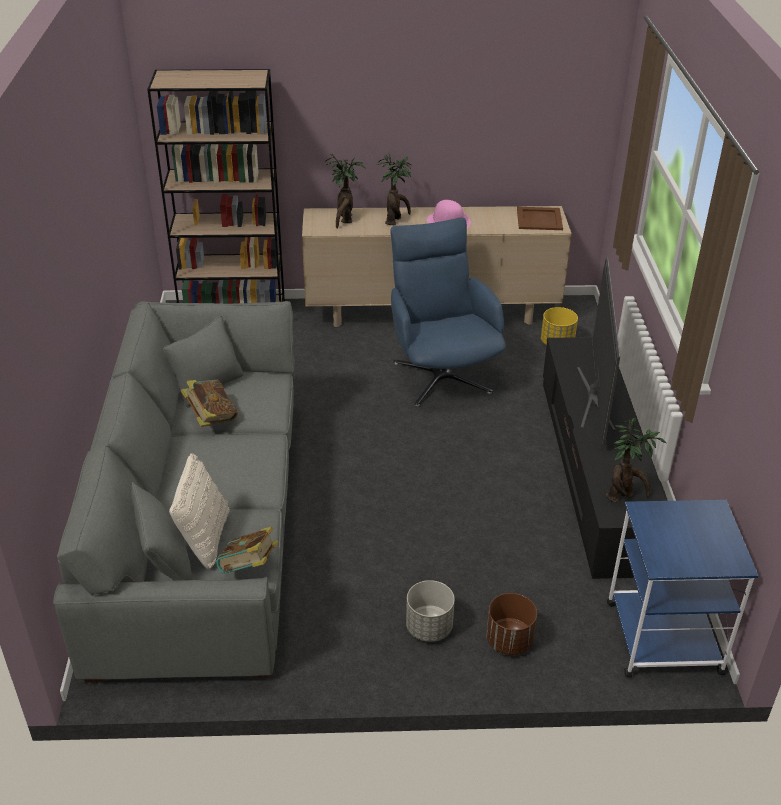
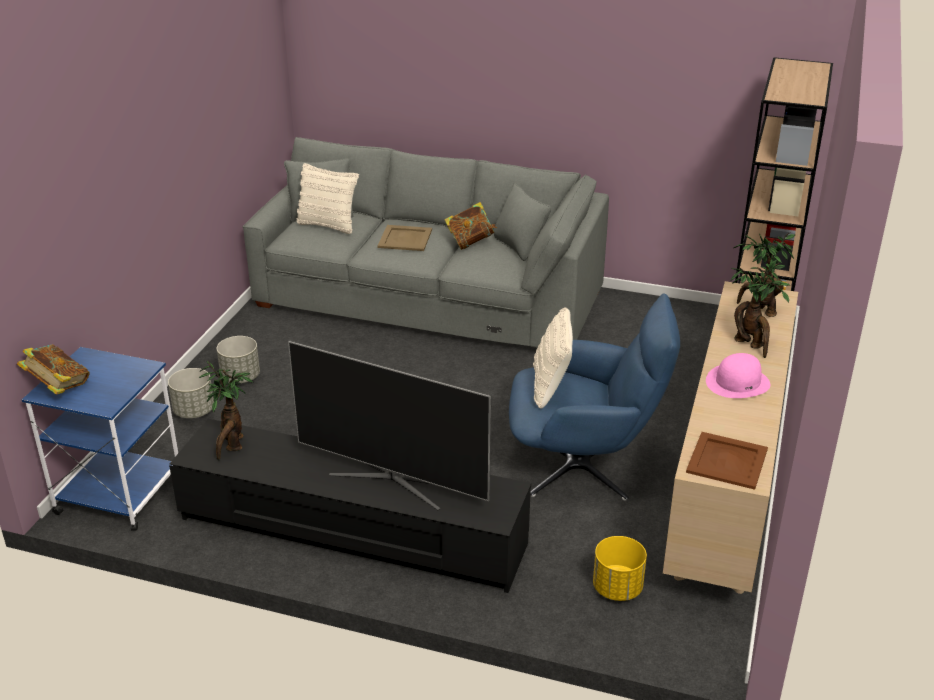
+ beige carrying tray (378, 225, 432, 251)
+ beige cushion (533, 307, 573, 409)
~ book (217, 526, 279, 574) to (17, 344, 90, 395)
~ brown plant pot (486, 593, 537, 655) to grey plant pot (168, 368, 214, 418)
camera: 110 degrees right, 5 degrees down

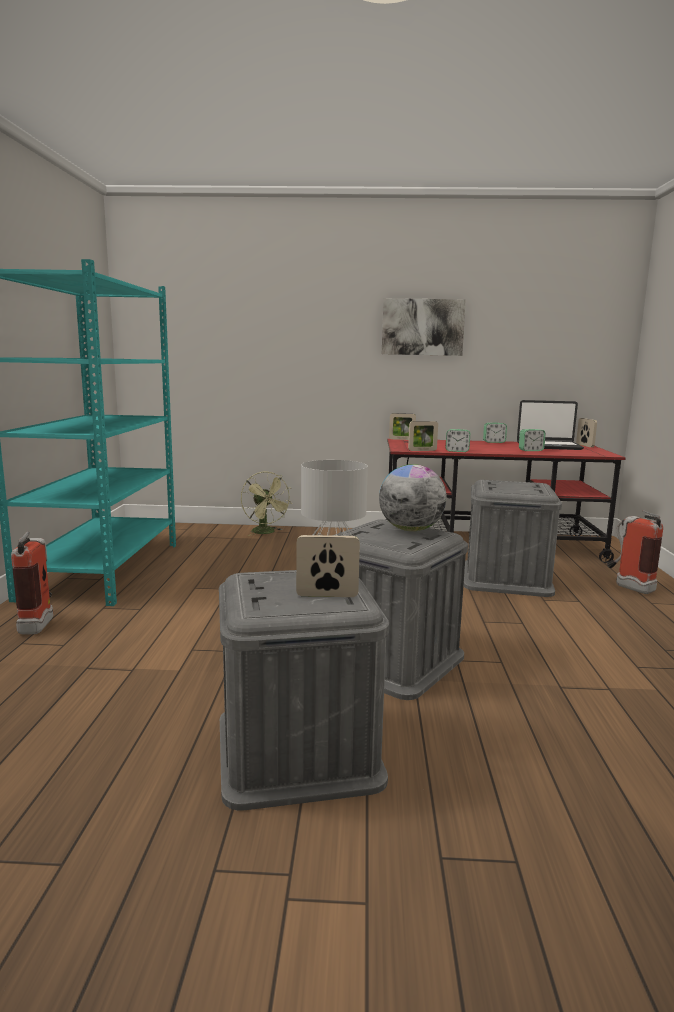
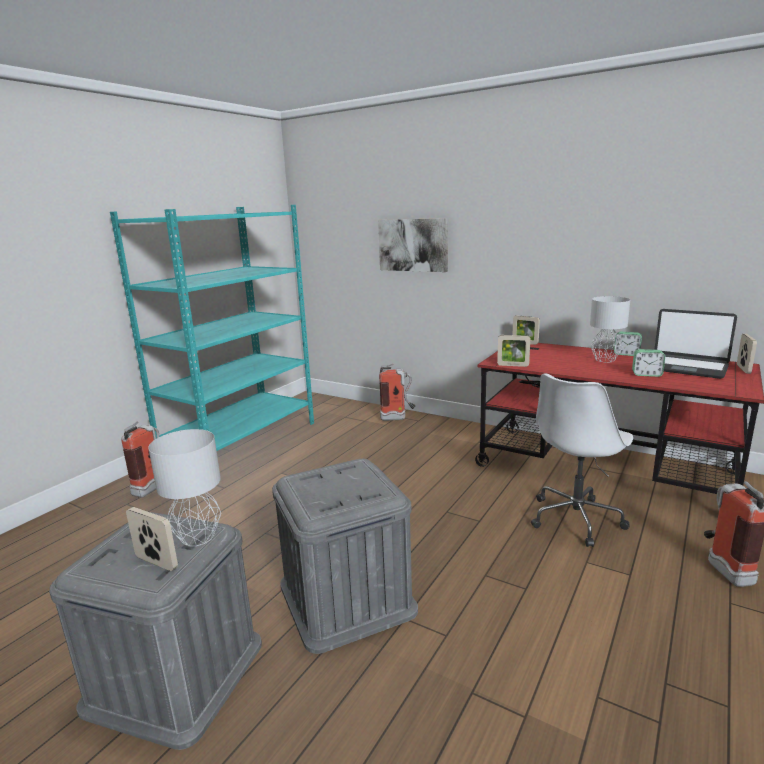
- globe (379, 464, 447, 531)
- alarm clock (445, 429, 470, 452)
+ grey table lamp (590, 296, 630, 362)
~ picture (382, 298, 466, 356) to (378, 218, 448, 272)
~ green-coloured fan (241, 471, 292, 536) to fire extinguisher (379, 364, 416, 421)
~ grey storage box (464, 480, 562, 597) to white desk chair (531, 373, 633, 547)
camera: 30 degrees right, 5 degrees up

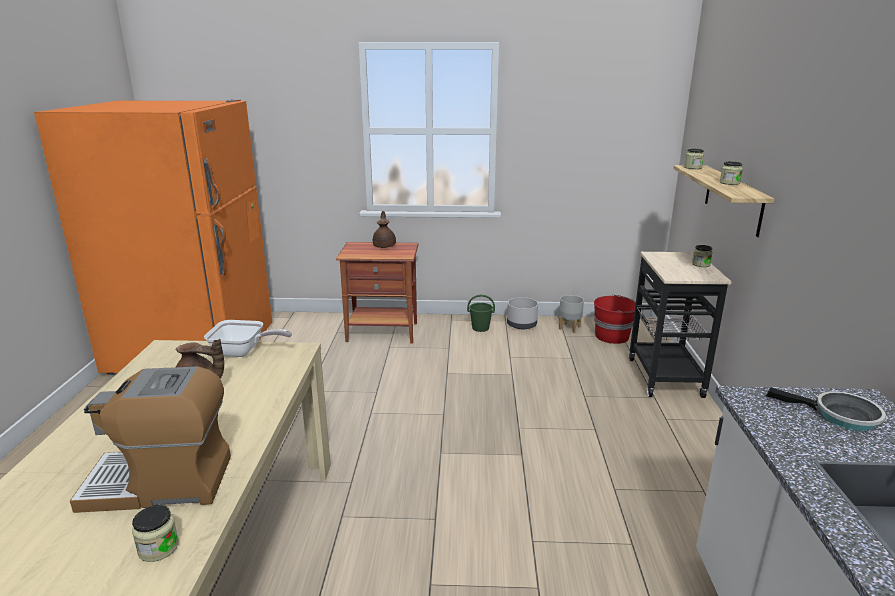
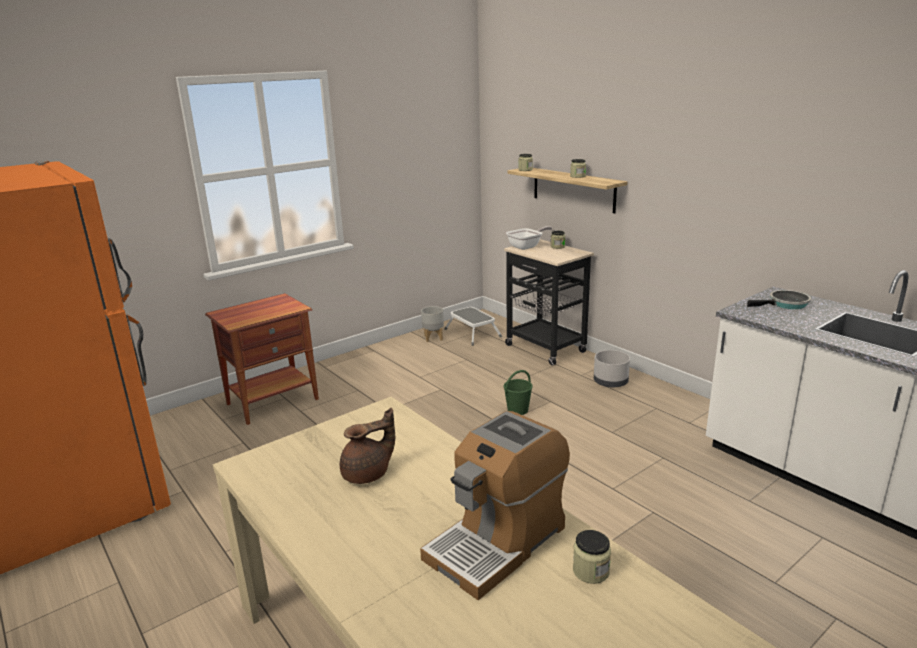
- brown tea pot (373, 211, 396, 248)
~ frying pan (204, 320, 292, 357) to (506, 226, 552, 250)
~ green-coloured pail (467, 295, 495, 332) to (504, 370, 533, 415)
~ grey plant pot (507, 297, 538, 329) to (594, 350, 630, 387)
~ reddish pail (594, 294, 636, 344) to grey step stool (444, 307, 502, 346)
camera: 40 degrees left, 0 degrees up

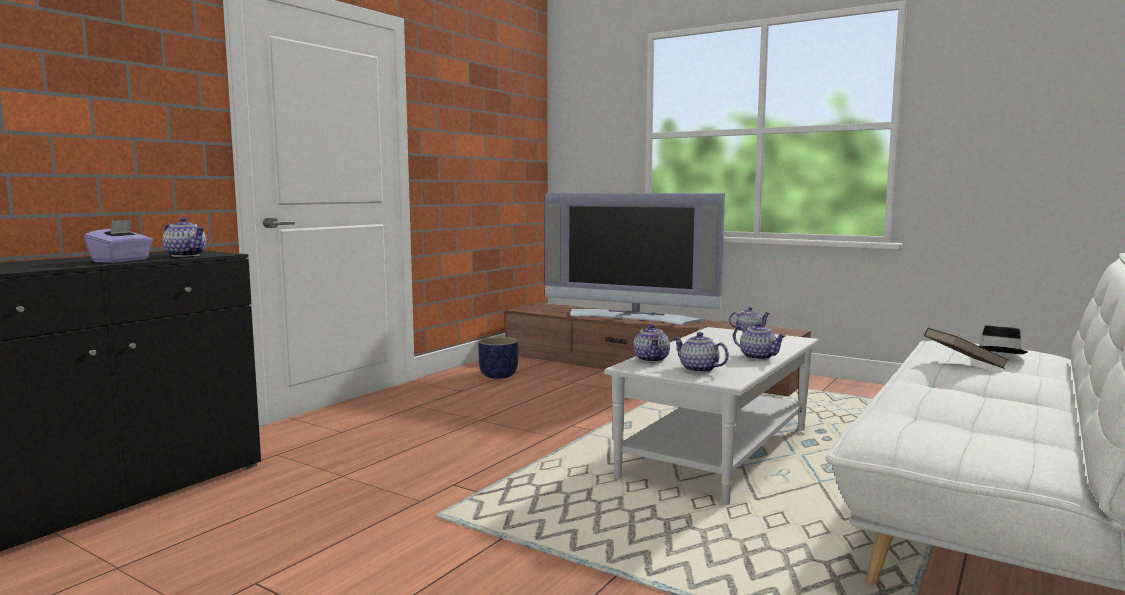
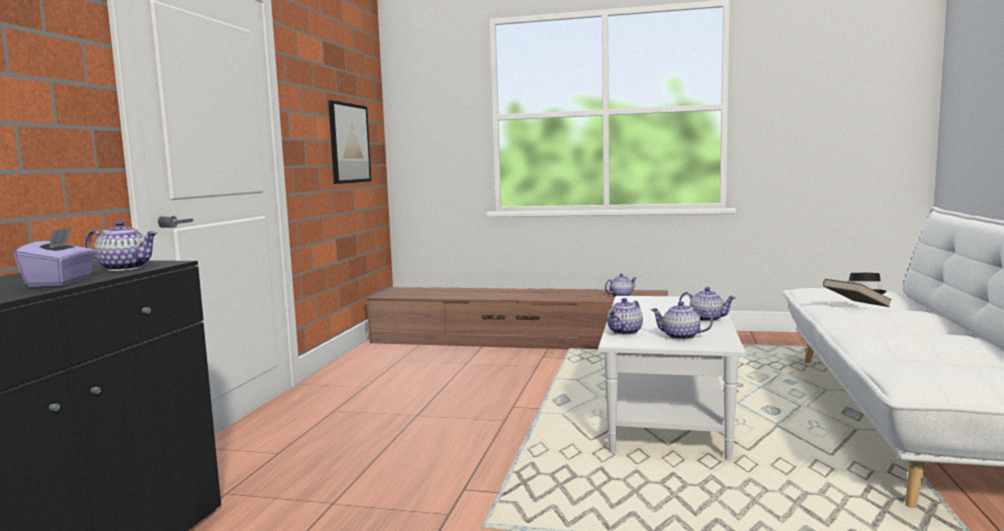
- plant pot (478, 337, 518, 379)
- television (545, 193, 725, 325)
+ picture (328, 100, 371, 184)
~ tea pot (633, 324, 670, 362) = (607, 298, 643, 335) 60 degrees clockwise
camera: 20 degrees left, 0 degrees up

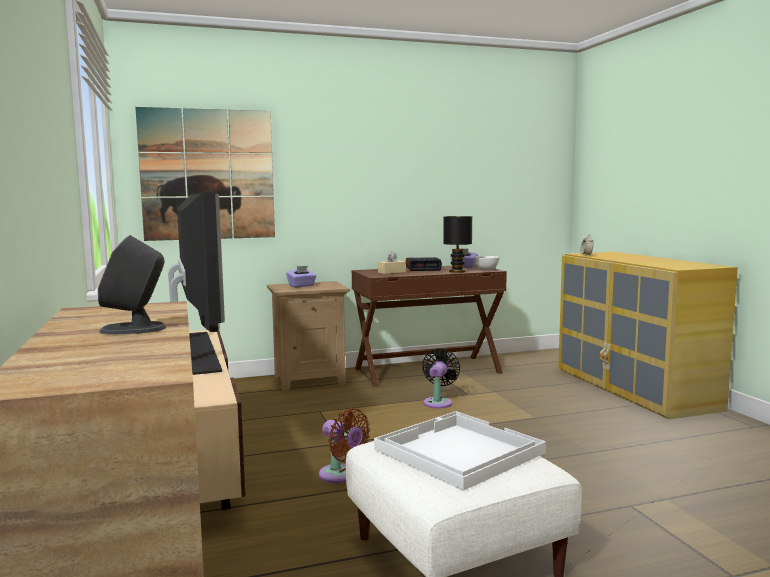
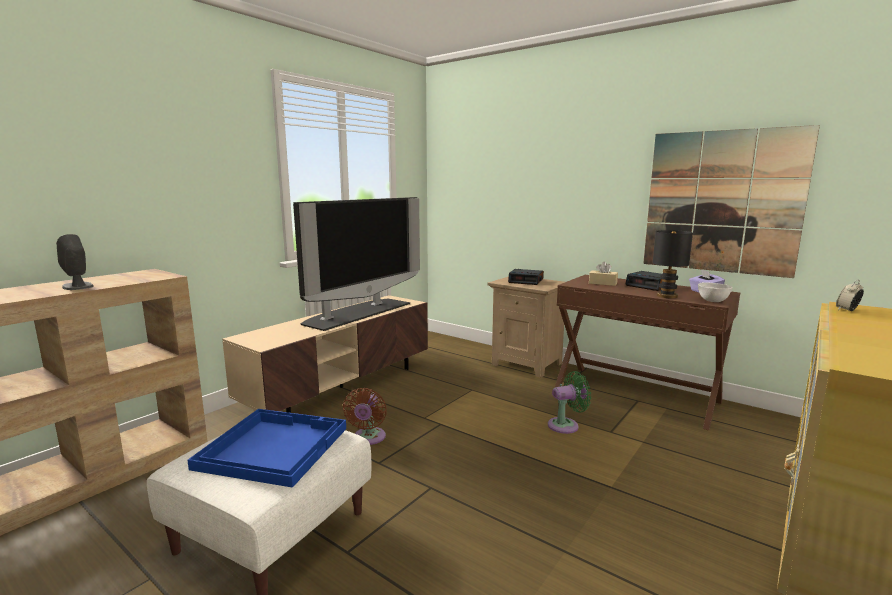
~ picture (135, 107, 275, 241) to (643, 125, 820, 278)
~ purple-coloured tissue holder (286, 266, 316, 287) to alarm clock (508, 269, 544, 285)
~ white carrying tray (374, 411, 546, 491) to bluish carrying tray (187, 409, 346, 488)
~ black fan (422, 348, 460, 408) to green-coloured fan (548, 371, 591, 434)
camera: 55 degrees right, 5 degrees up

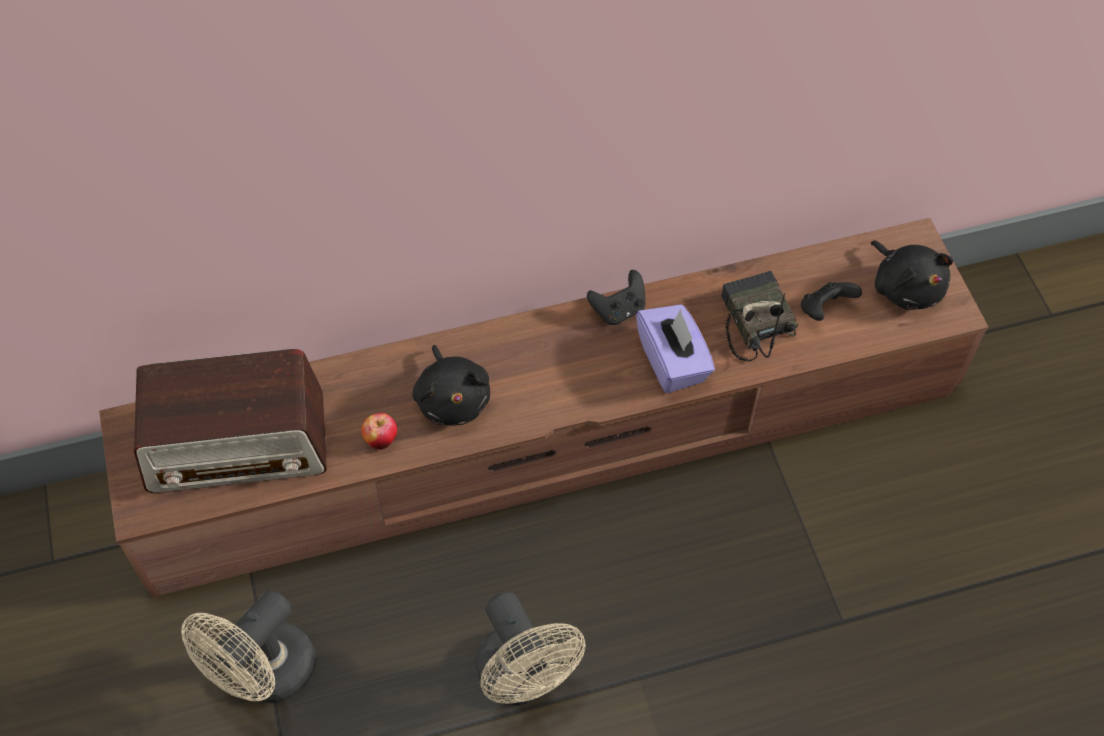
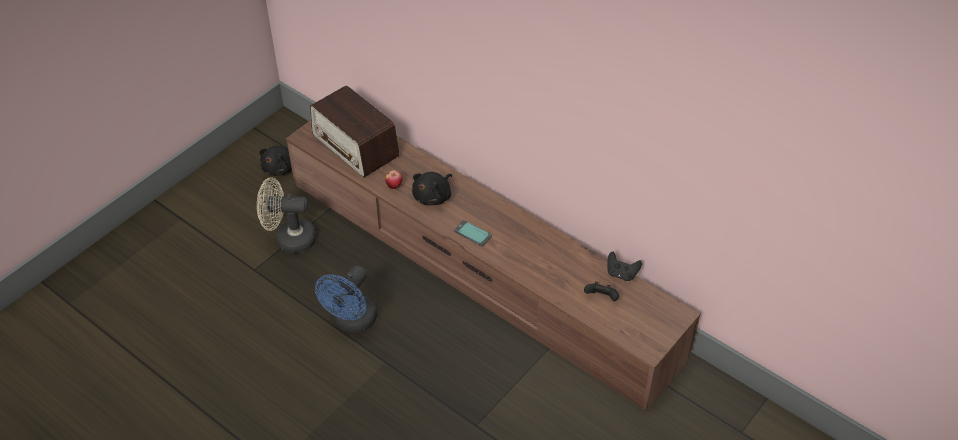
- purple-coloured tissue holder (636, 304, 715, 393)
- radio set (721, 271, 798, 362)
+ phone (454, 220, 492, 246)
~ black gamepad (587, 270, 646, 325) to (607, 252, 642, 281)
~ black plush toy (871, 240, 953, 310) to (259, 146, 292, 176)
~ beige fan (475, 592, 586, 706) to bluish fan (315, 266, 377, 333)
camera: 55 degrees right, 10 degrees down

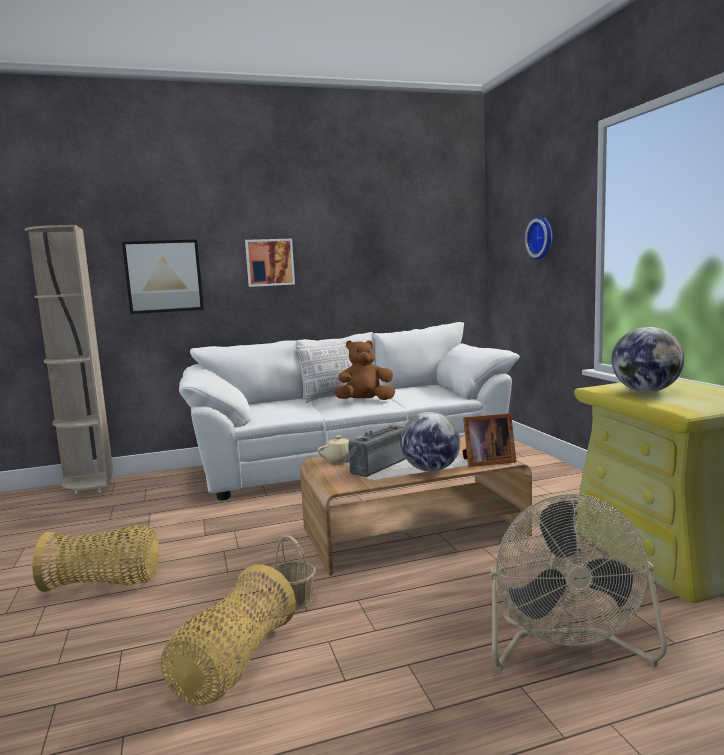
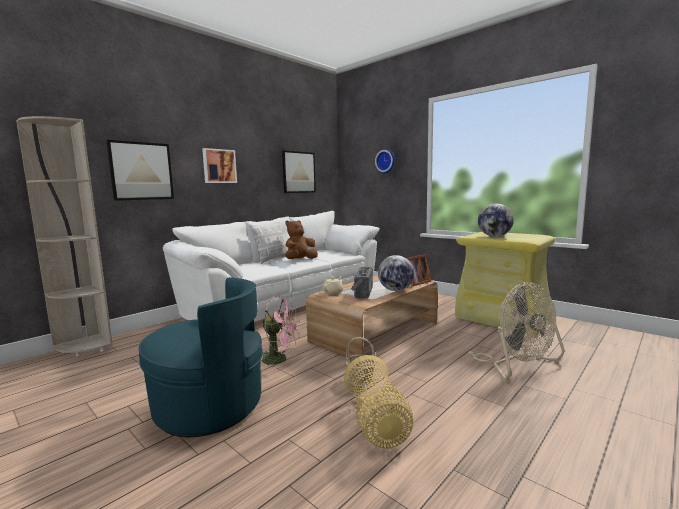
+ pinkish fan (262, 296, 300, 370)
+ picture (282, 150, 316, 193)
~ basket (32, 526, 159, 592) to blue-green armchair (139, 277, 263, 437)
camera: 30 degrees left, 0 degrees up

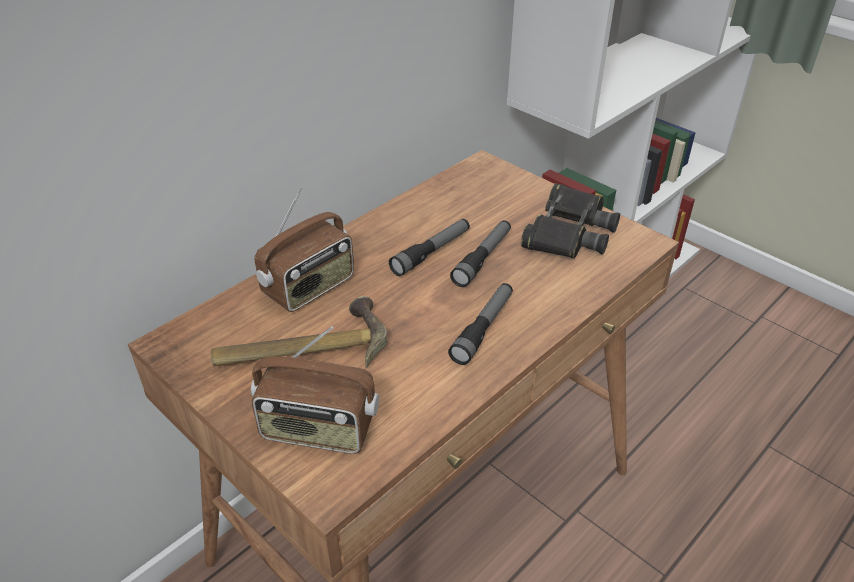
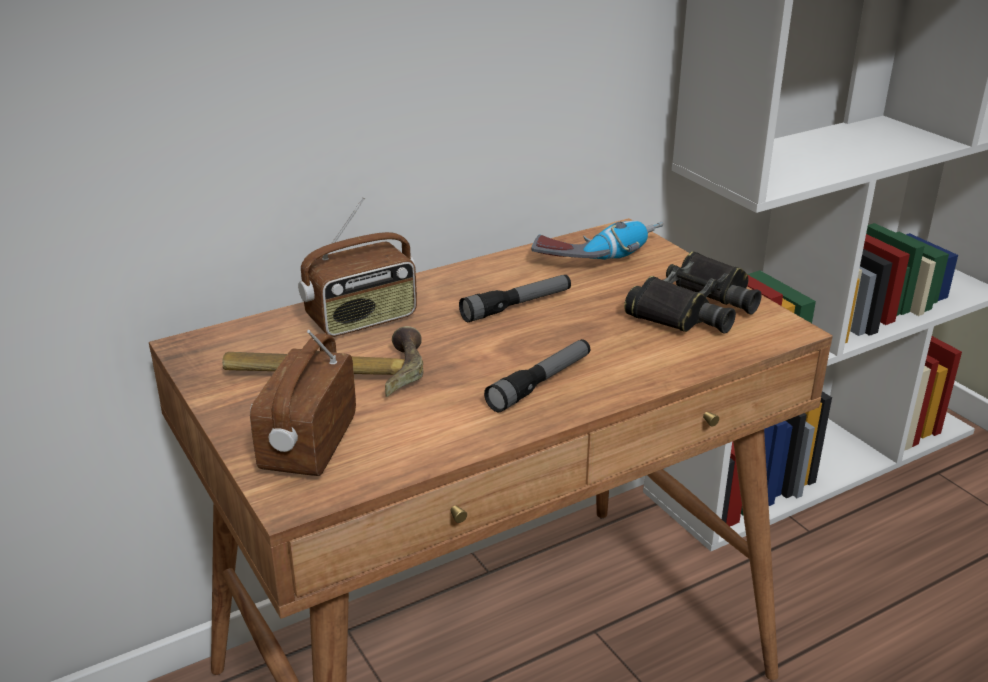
- hand torch (450, 220, 511, 287)
+ electric drill (532, 221, 663, 260)
~ radio set (251, 326, 379, 454) = (250, 330, 356, 476) 75 degrees clockwise
camera: 15 degrees right, 10 degrees down

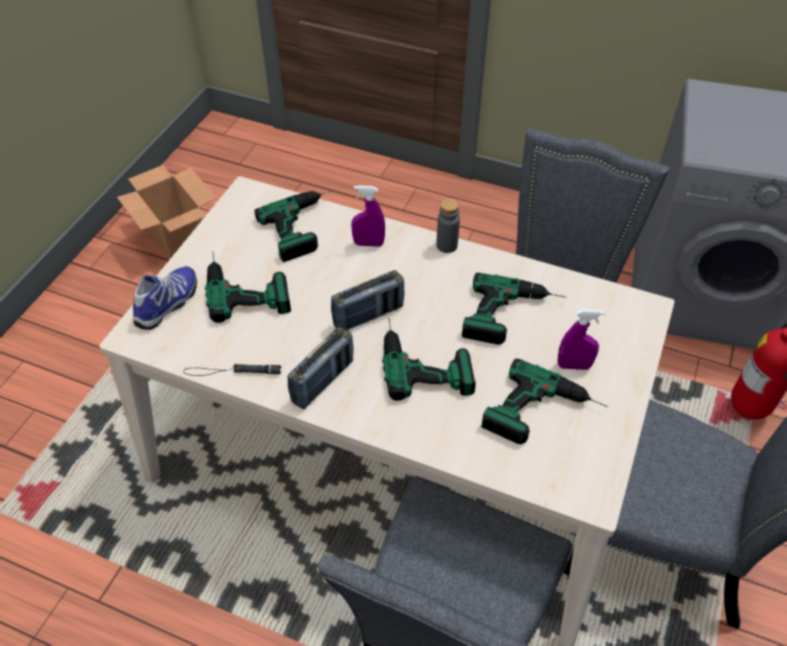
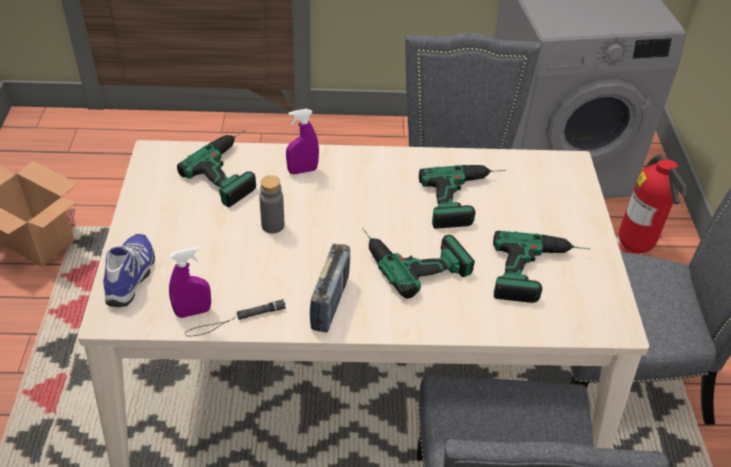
- electric drill (205, 251, 291, 323)
- radio set (331, 270, 404, 330)
~ grey beverage bottle (436, 199, 460, 253) to (259, 175, 284, 234)
~ purple-coloured sprayer (557, 309, 605, 370) to (169, 247, 211, 318)
camera: 25 degrees left, 5 degrees down

